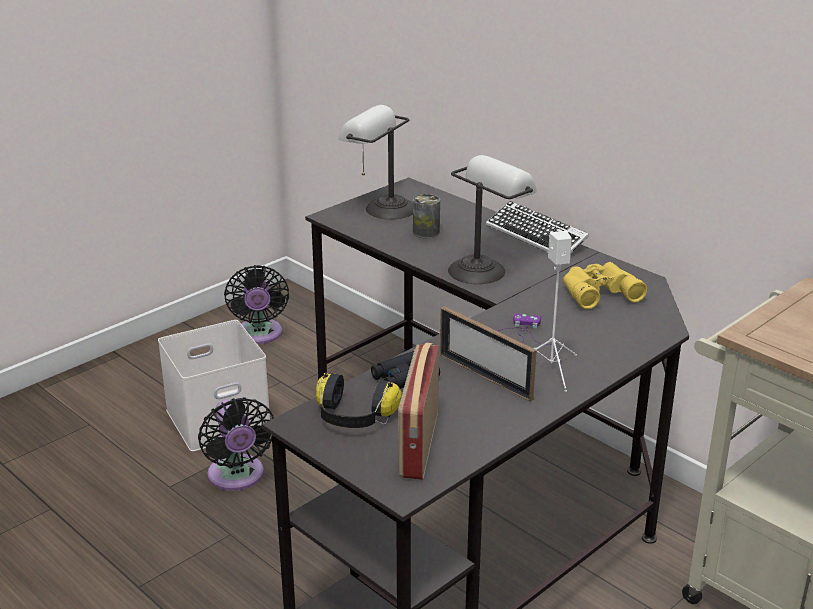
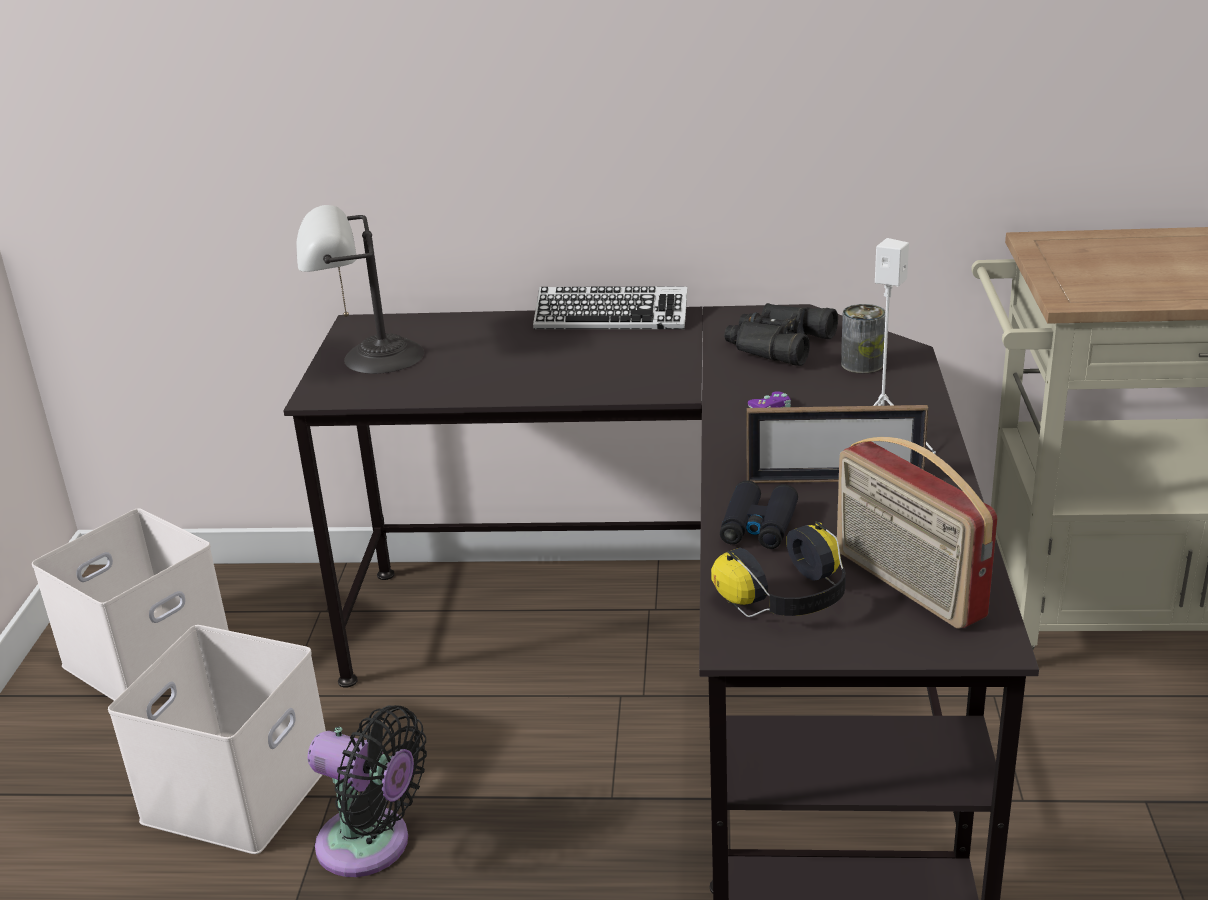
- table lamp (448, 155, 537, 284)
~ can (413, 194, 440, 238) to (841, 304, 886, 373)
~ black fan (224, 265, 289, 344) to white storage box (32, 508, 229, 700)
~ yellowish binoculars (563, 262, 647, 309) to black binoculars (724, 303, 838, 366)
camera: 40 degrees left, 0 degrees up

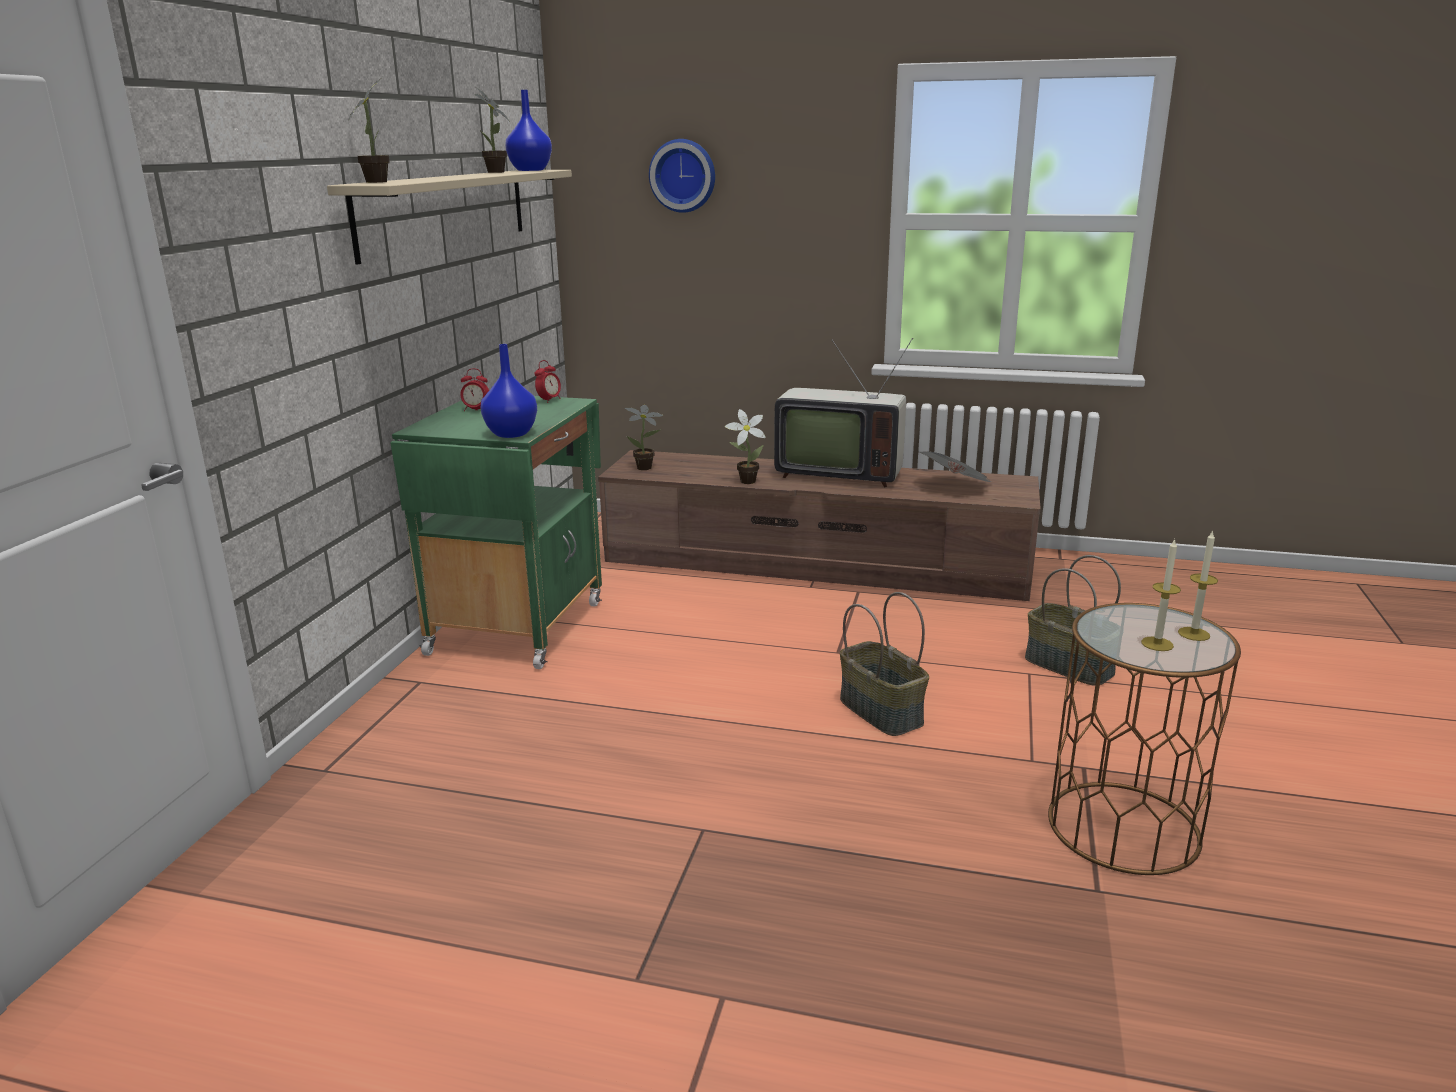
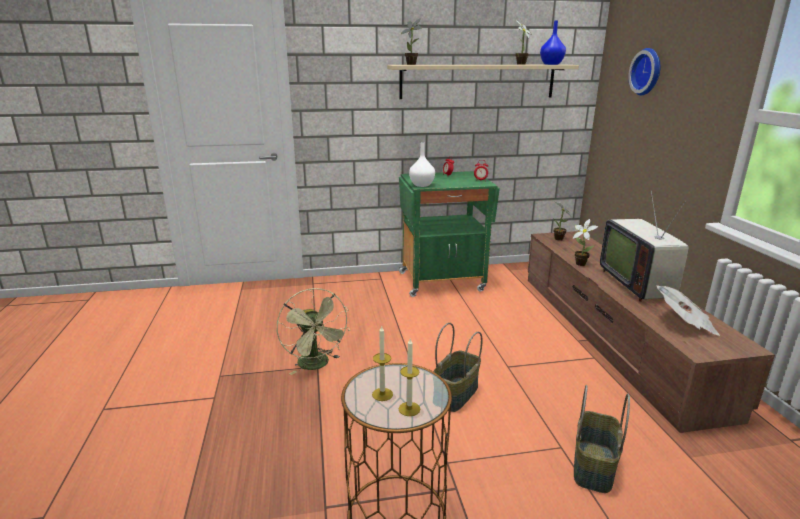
+ green-coloured fan (277, 288, 350, 375)
~ bluish flower vase (481, 344, 537, 438) to white flower vase (409, 142, 435, 187)
camera: 65 degrees right, 0 degrees up

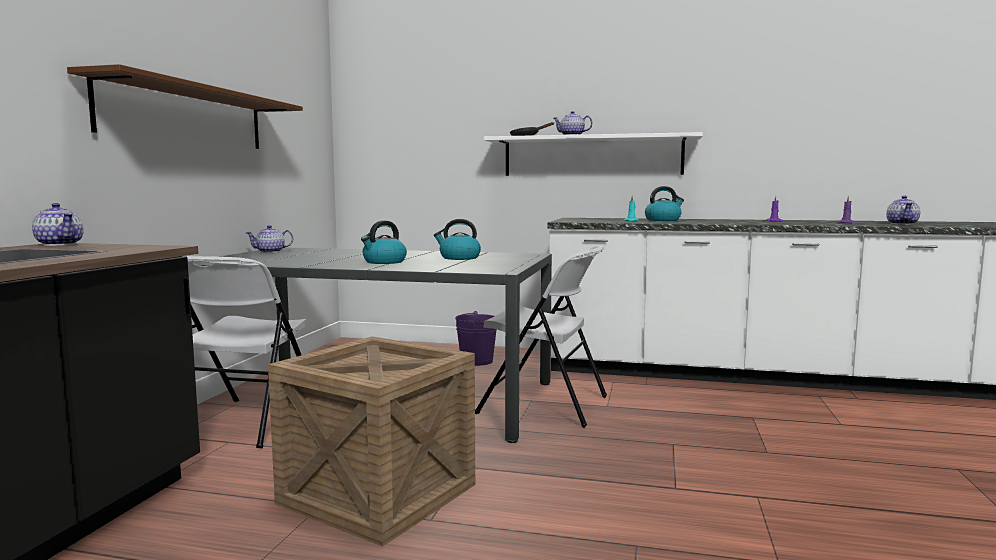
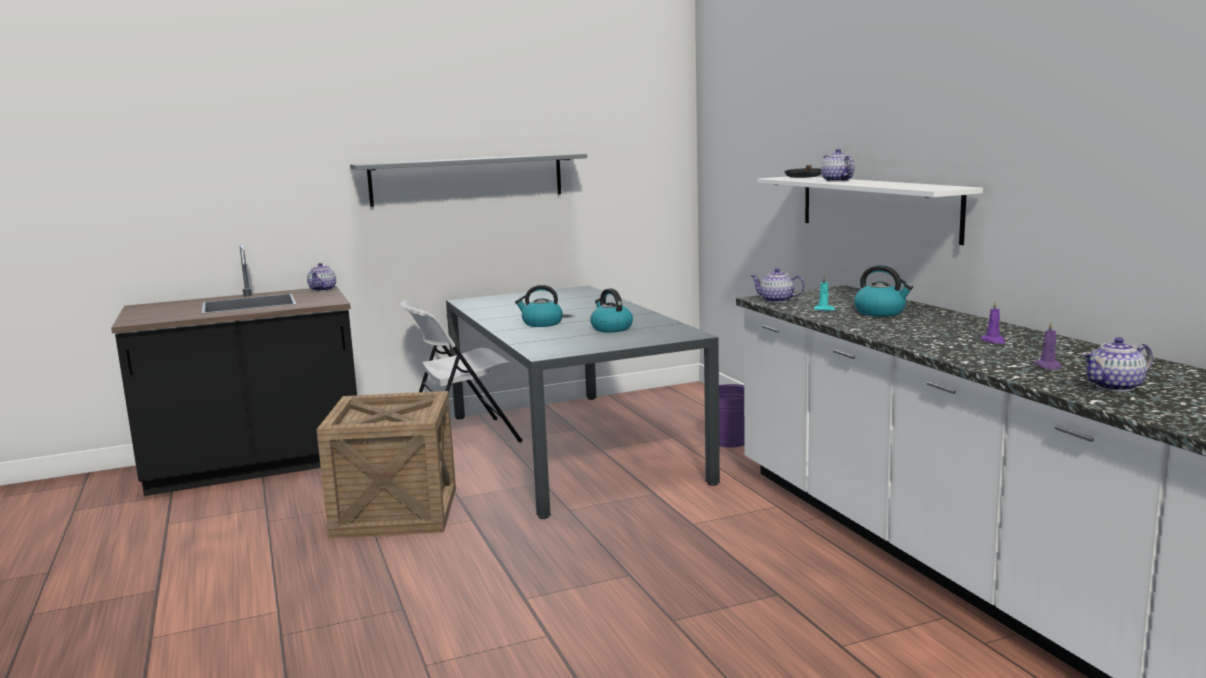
- white plain chair (475, 246, 607, 428)
~ tea pot (246, 225, 293, 253) to (750, 268, 805, 303)
~ brown shelf (67, 64, 303, 149) to grey shelf (350, 153, 587, 207)
camera: 55 degrees right, 5 degrees up

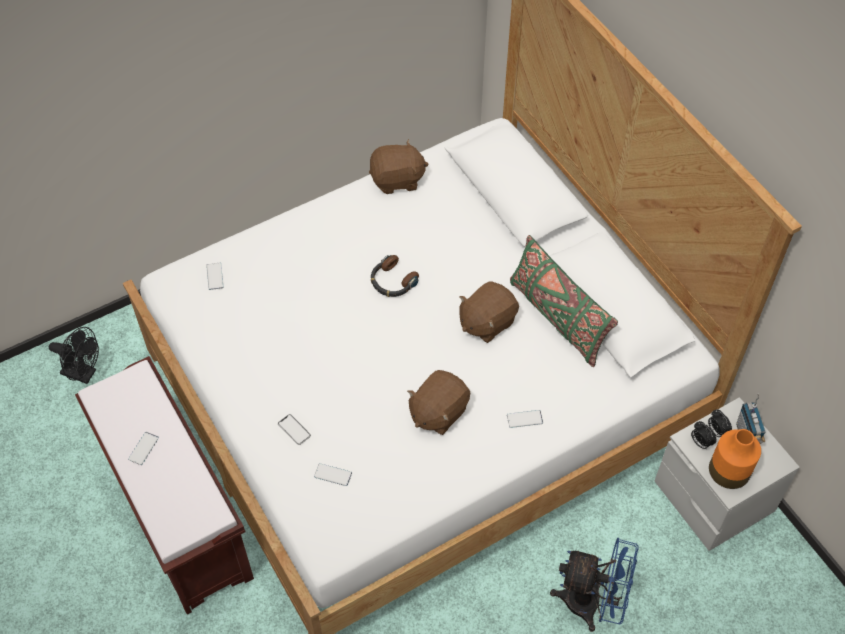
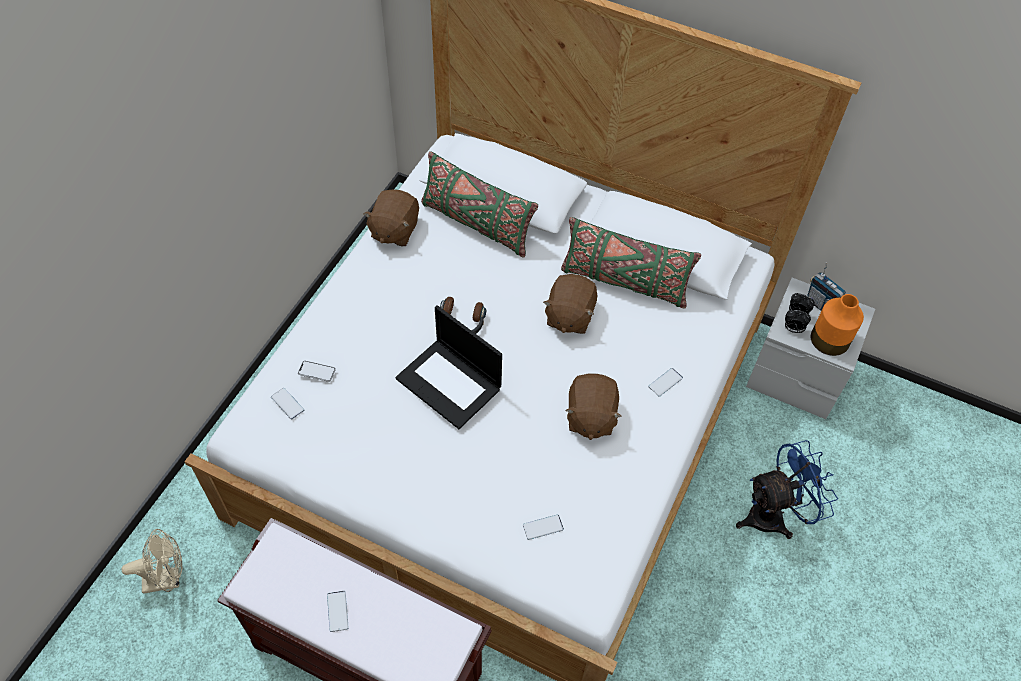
+ laptop (395, 305, 502, 429)
+ green-coloured cushion (421, 151, 538, 258)
~ phone (278, 414, 311, 445) to (298, 361, 336, 382)
~ black fan (49, 327, 99, 384) to beige fan (121, 529, 182, 594)
~ brown plush toy (369, 139, 428, 194) = (363, 189, 419, 246) 150 degrees clockwise
camera: 35 degrees left, 0 degrees up

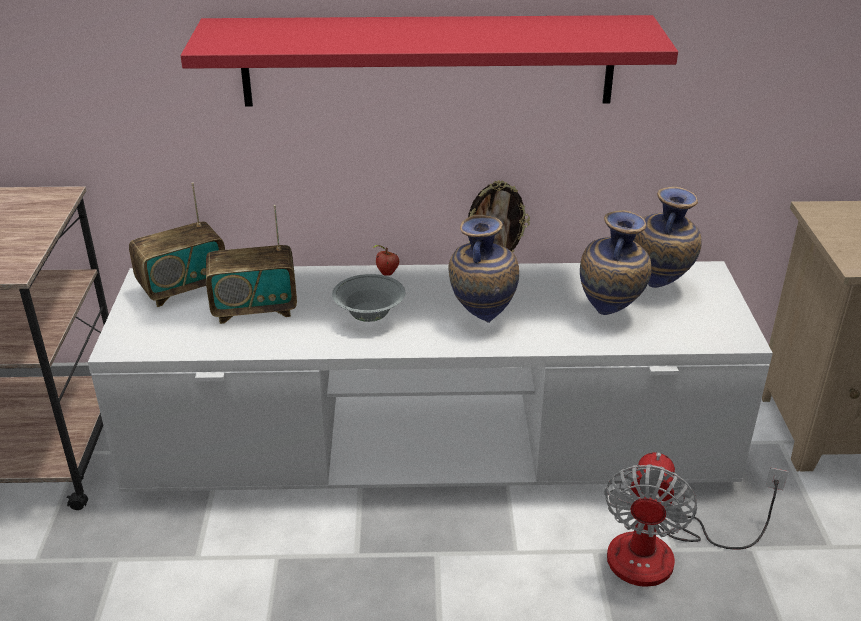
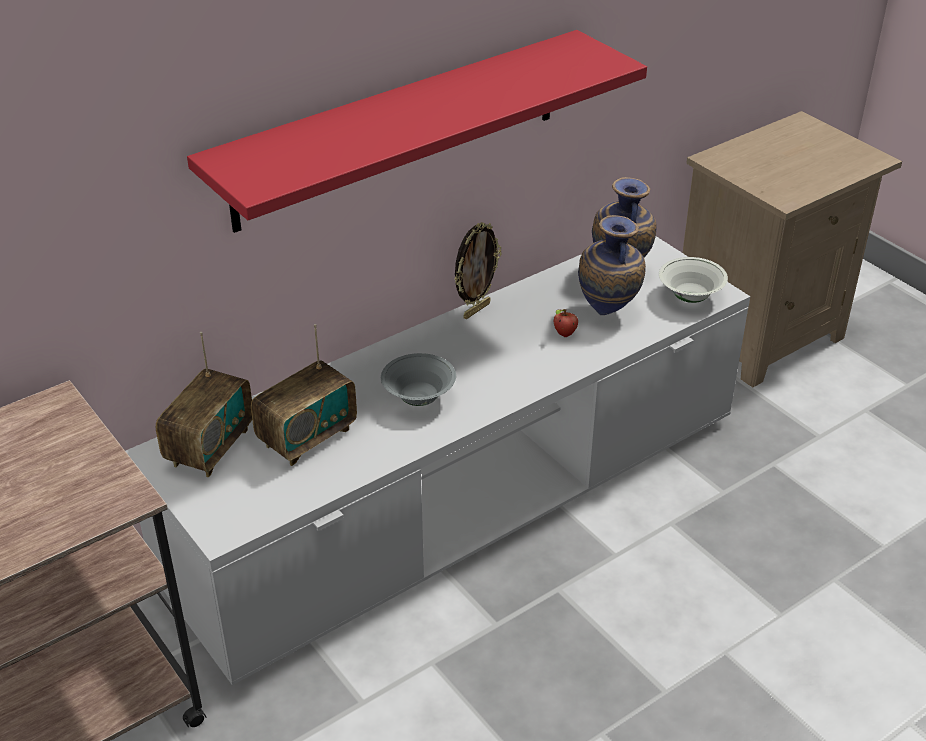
- flower vase (448, 215, 519, 323)
- fan (604, 453, 788, 587)
+ white bowl (659, 257, 728, 303)
~ whole apple (373, 245, 399, 276) to (554, 309, 578, 337)
camera: 35 degrees left, 5 degrees up

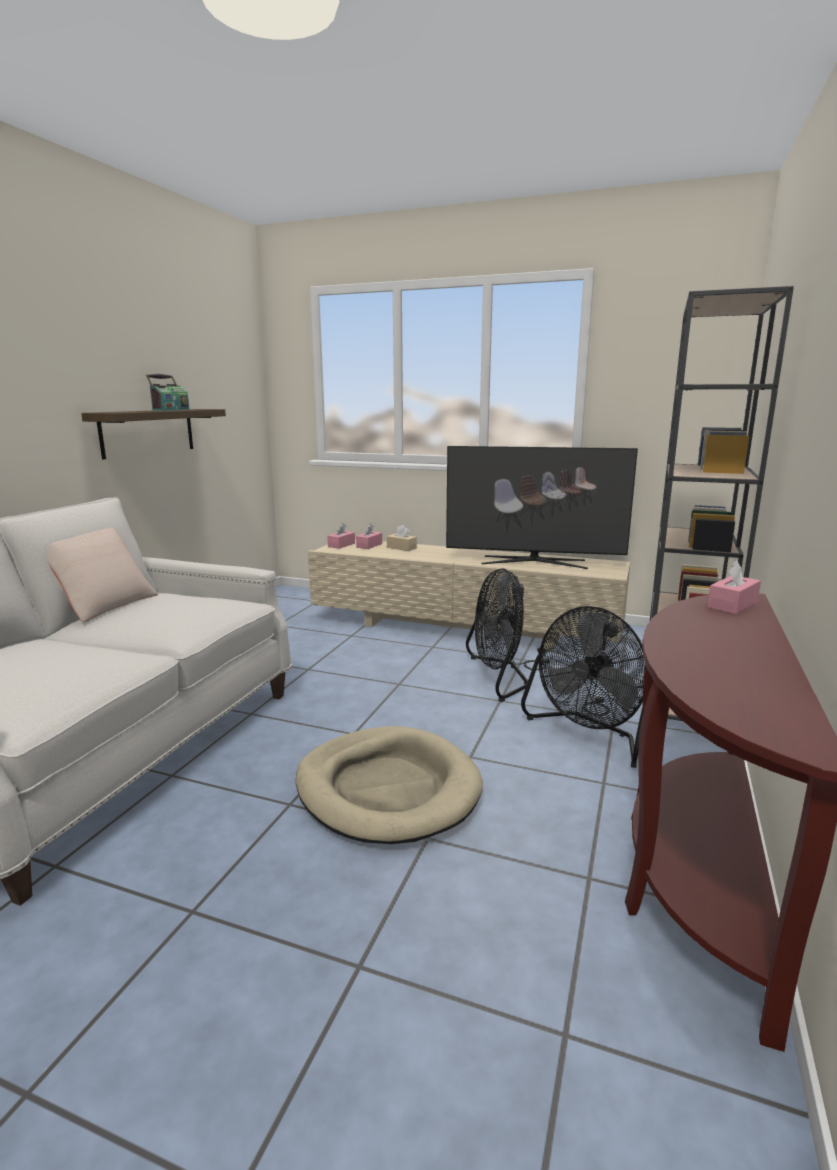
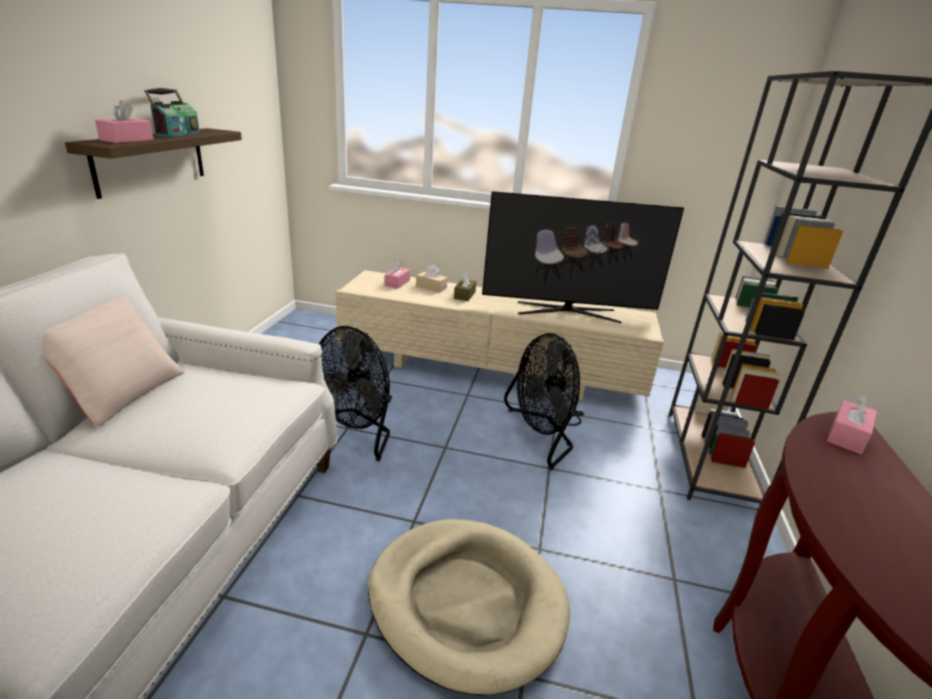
+ brown tissue holder (454, 272, 476, 301)
~ pinkish tissue holder (327, 523, 355, 549) to (95, 100, 154, 143)
~ black fan (521, 606, 646, 768) to (319, 326, 392, 461)
camera: 10 degrees left, 10 degrees up

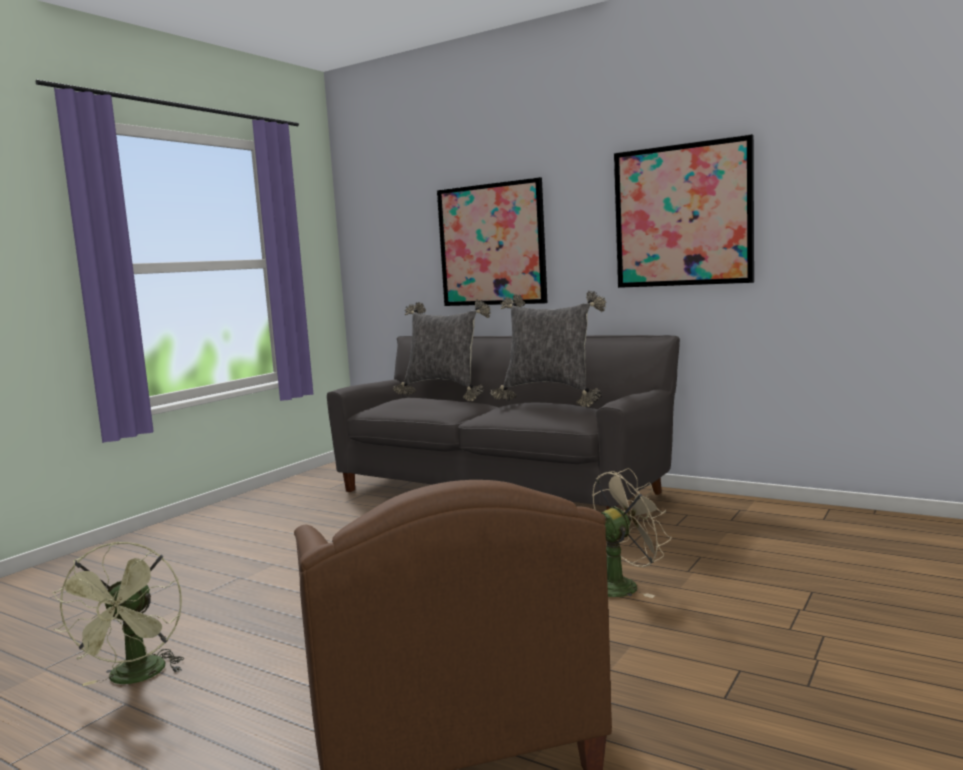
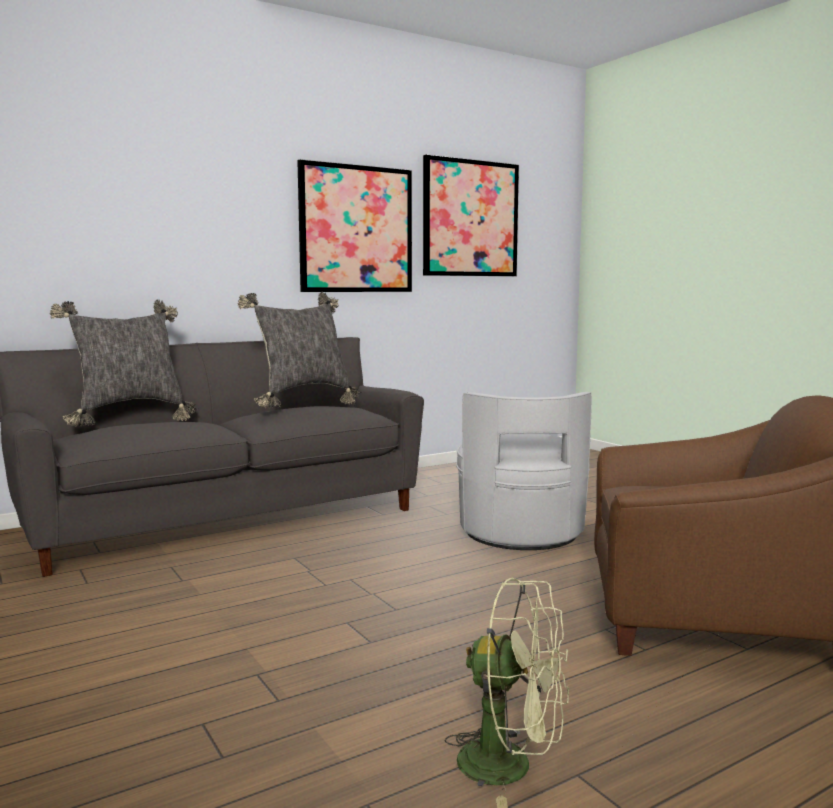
~ picture (437, 177, 548, 306) to (423, 155, 519, 276)
~ beige fan (592, 468, 671, 598) to white armchair (456, 392, 592, 550)
camera: 65 degrees left, 0 degrees up

